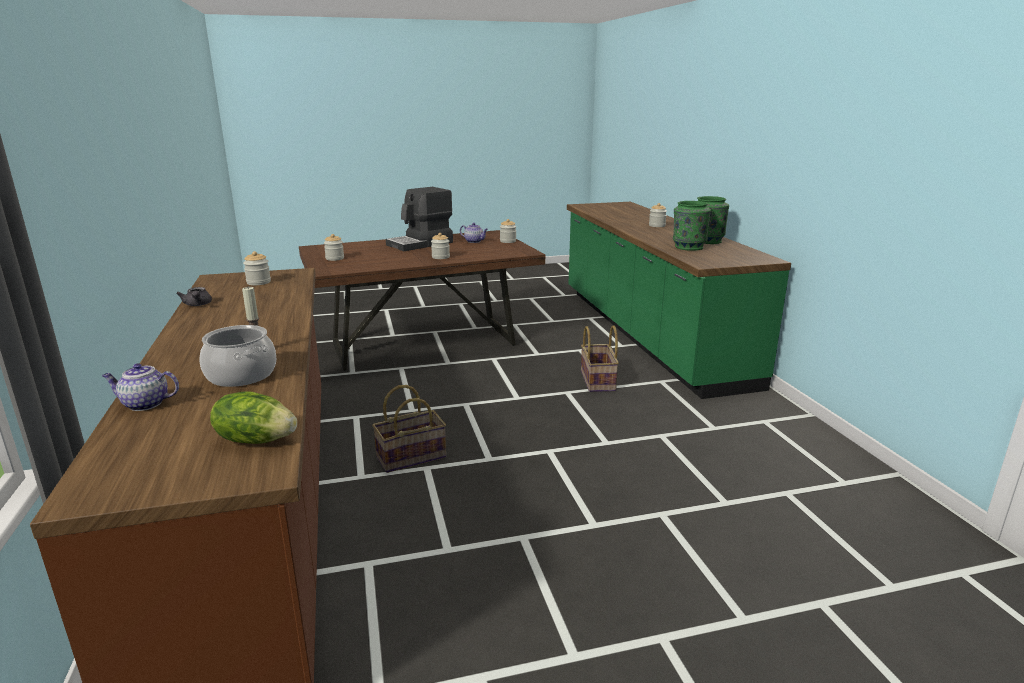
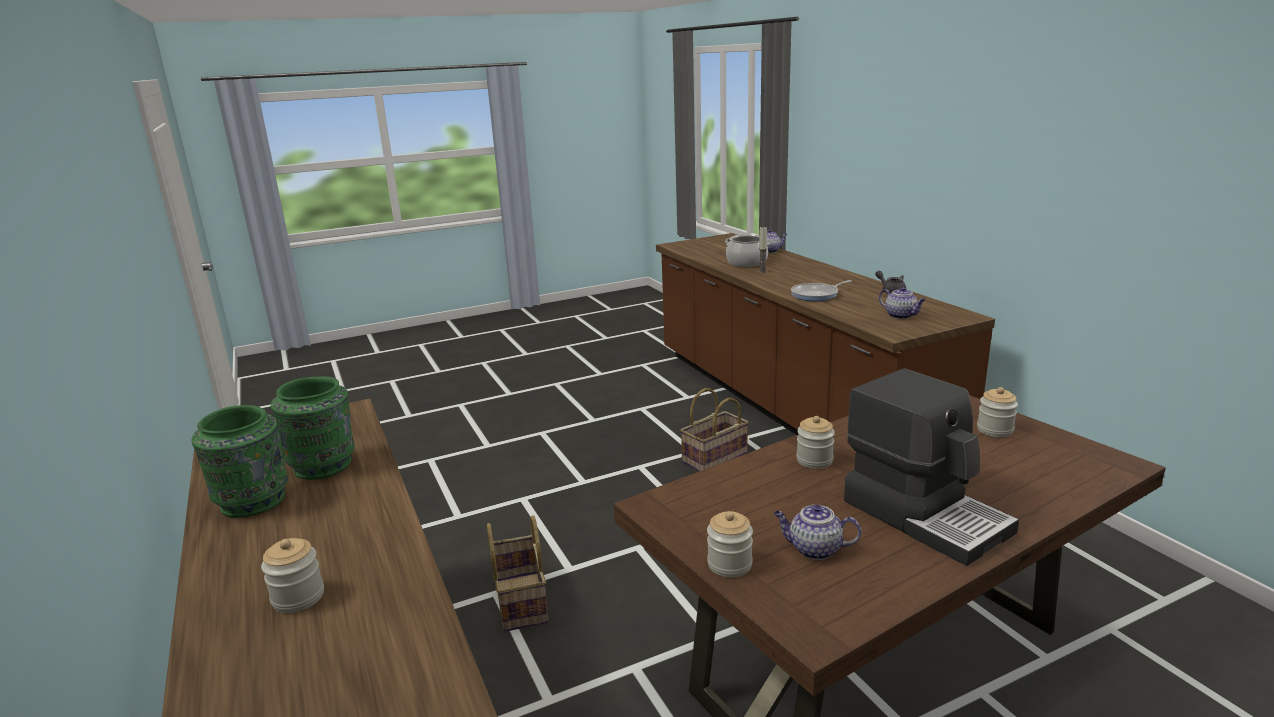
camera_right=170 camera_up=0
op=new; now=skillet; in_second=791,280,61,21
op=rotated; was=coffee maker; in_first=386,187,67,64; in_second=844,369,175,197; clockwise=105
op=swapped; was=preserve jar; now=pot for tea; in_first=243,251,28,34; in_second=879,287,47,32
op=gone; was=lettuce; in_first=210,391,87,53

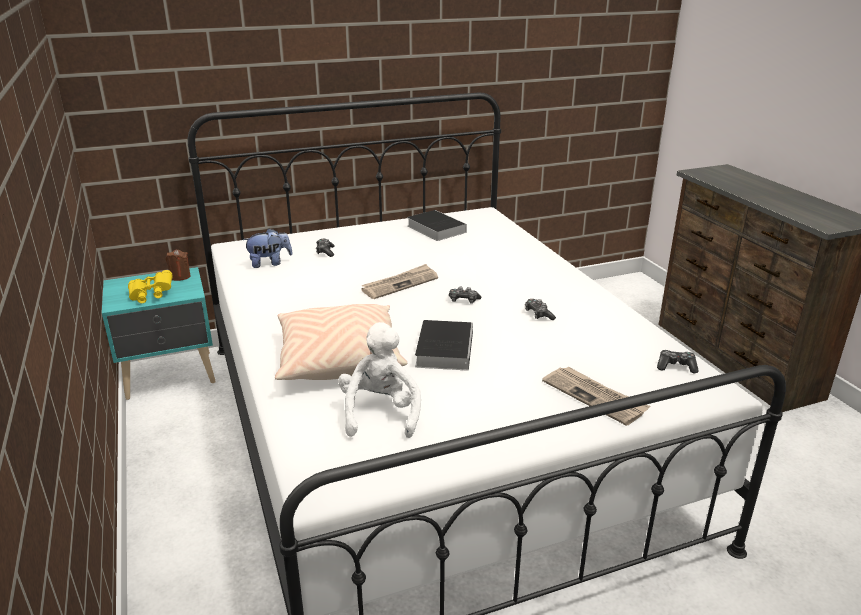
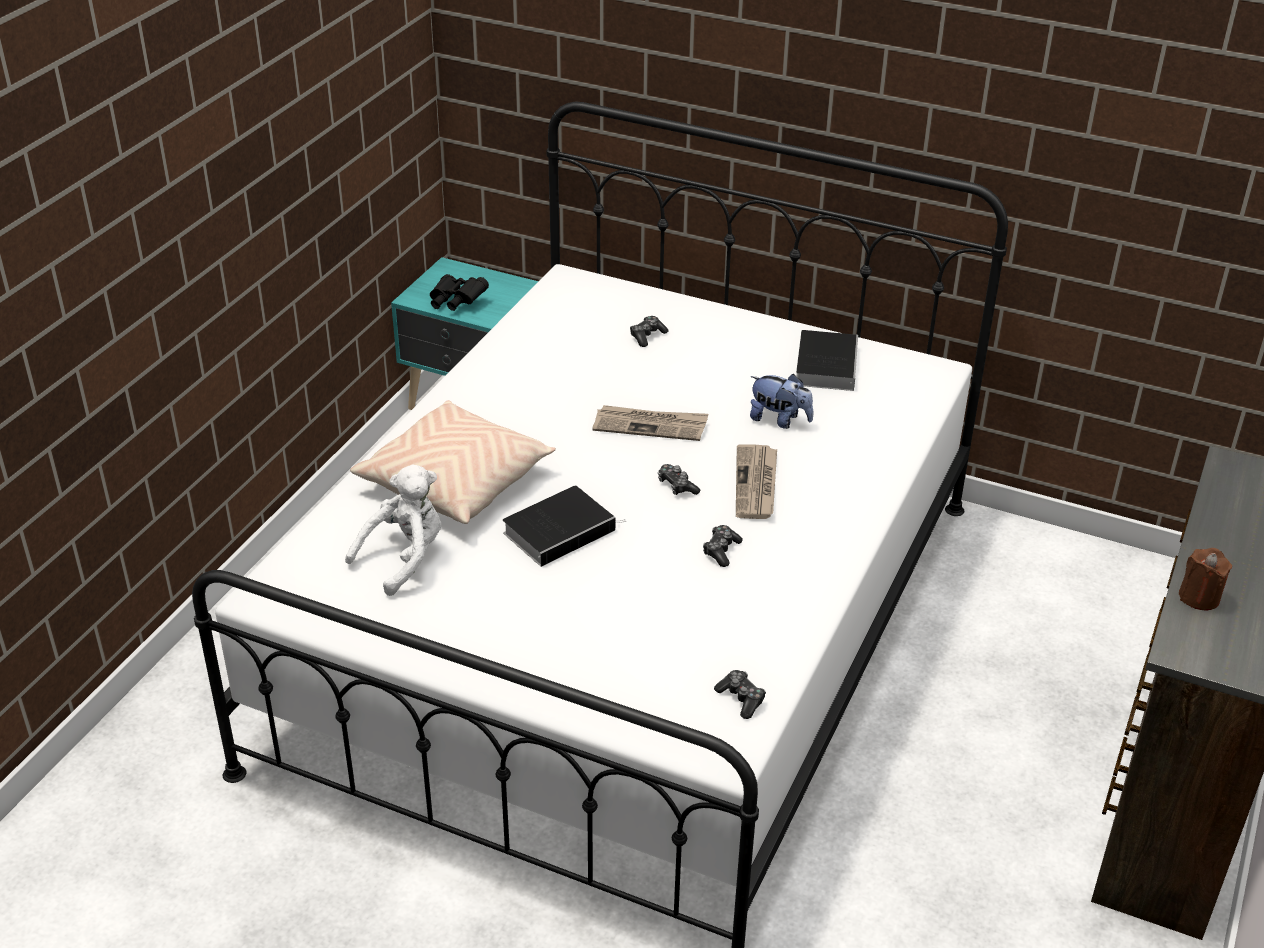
camera_right=45 camera_up=10
op=repainted; was=yellow-coloured binoculars; now=black binoculars; in_first=128,270,44,33; in_second=430,274,59,37
op=shifted; was=daily paper; in_first=542,367,108,59; in_second=736,444,41,75
op=shifted; was=plush toy; in_first=243,228,50,40; in_second=750,374,63,55
op=shifted; was=brown-coloured candle; in_first=166,249,25,32; in_second=1179,548,53,63

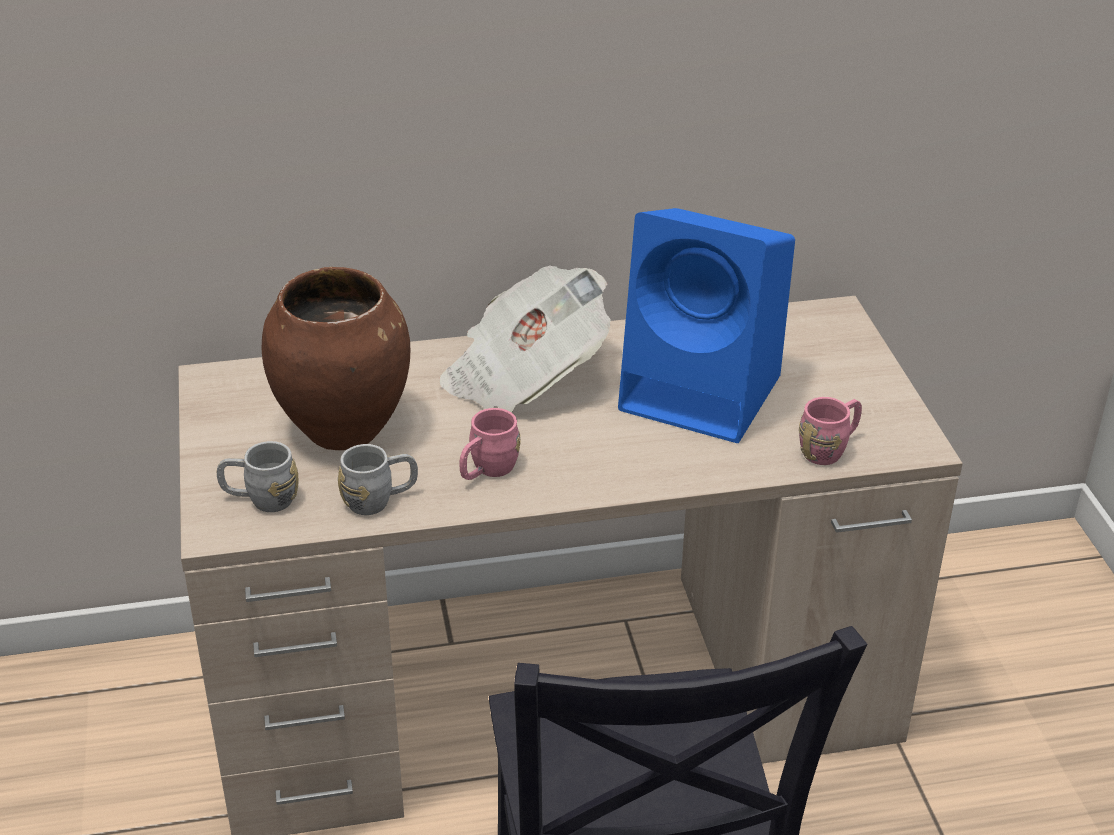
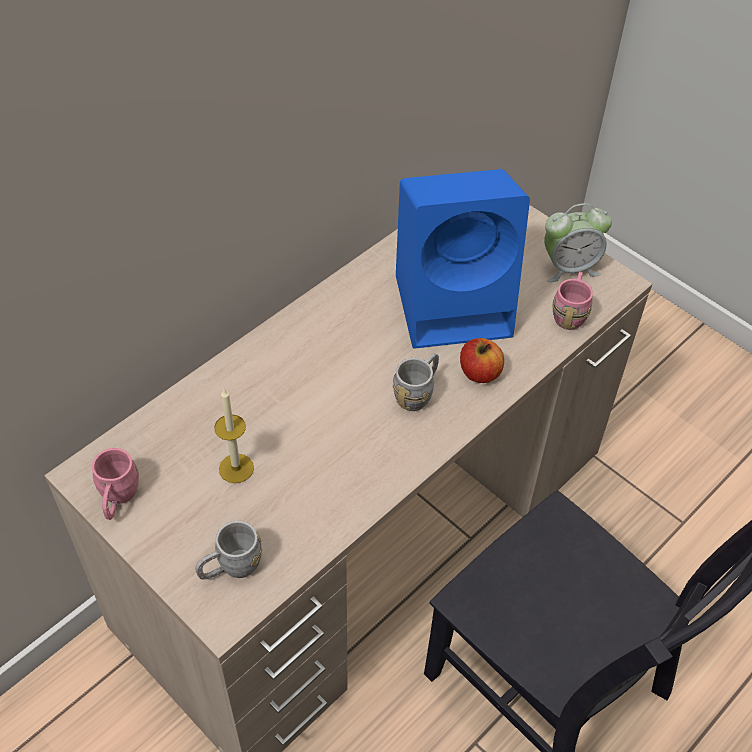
camera_right=-35 camera_up=15
op=shifted; was=pinkish mug; in_first=459,408,62,72; in_second=92,448,47,72
op=swapped; was=brown-coloured flower vase; now=candle; in_first=262,267,148,183; in_second=214,389,40,94
op=shifted; was=greyish mug; in_first=338,444,80,71; in_second=393,353,46,58
op=new; now=whole apple; in_second=460,338,44,45
op=new; now=bedside clock; in_second=544,203,68,79
op=gone; was=daily paper; in_first=440,265,171,147

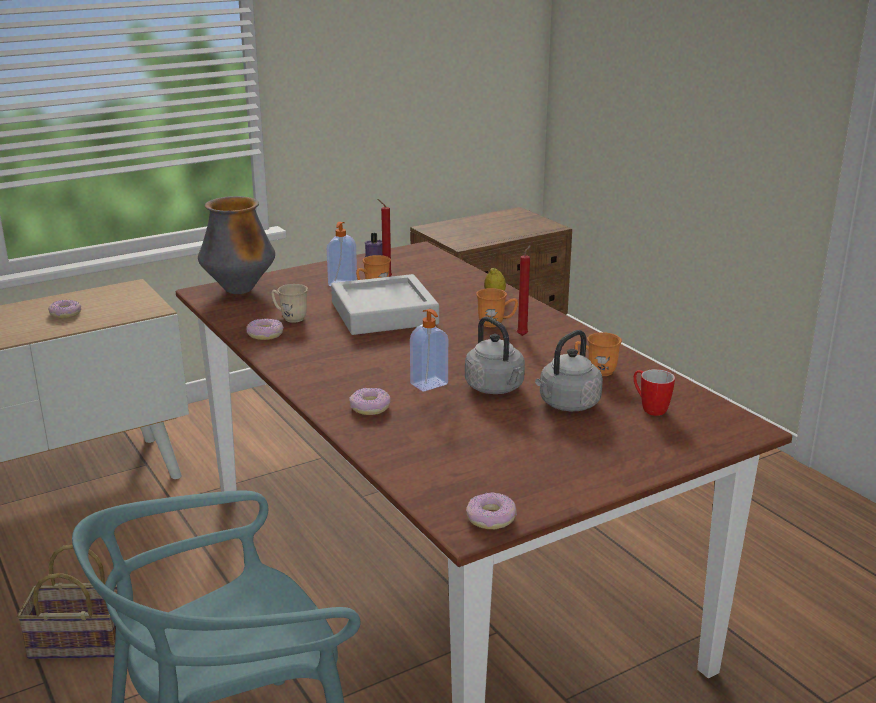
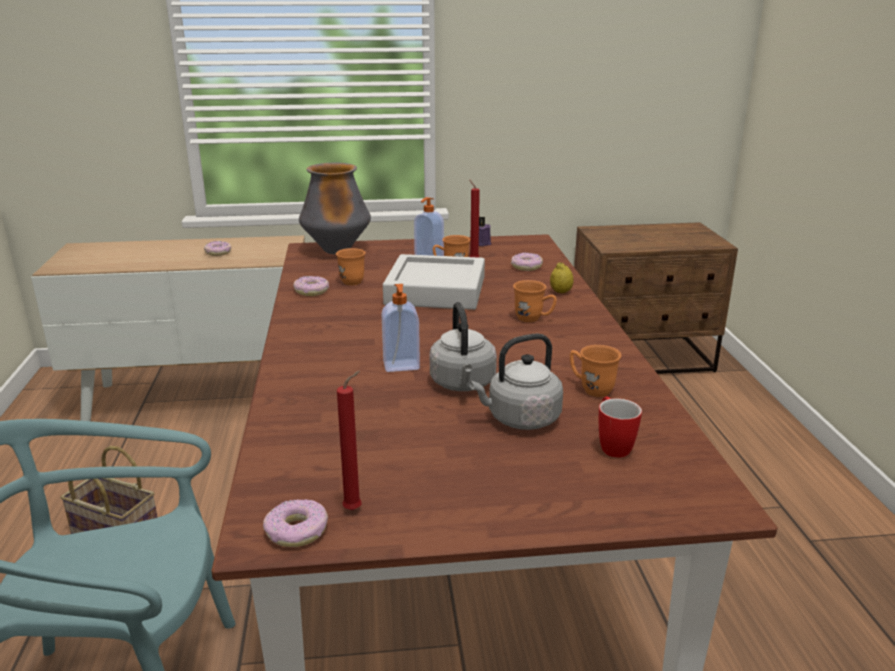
camera_right=25 camera_up=0
op=repainted; was=sand-coloured mug; now=orangey mug; in_first=271,284,37,39; in_second=336,248,30,37
op=shifted; was=reddish candle; in_first=517,245,14,91; in_second=337,371,25,139
op=shifted; was=doughnut; in_first=349,388,41,27; in_second=511,253,32,18

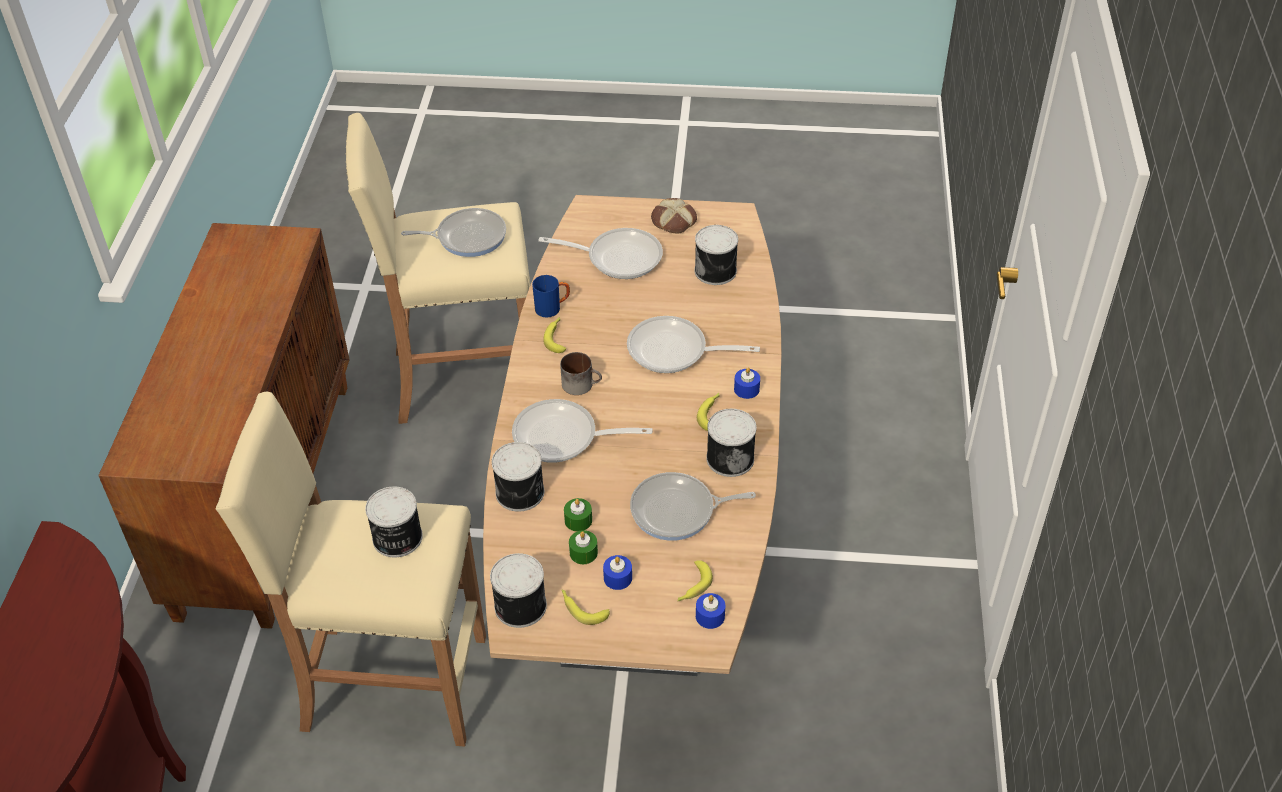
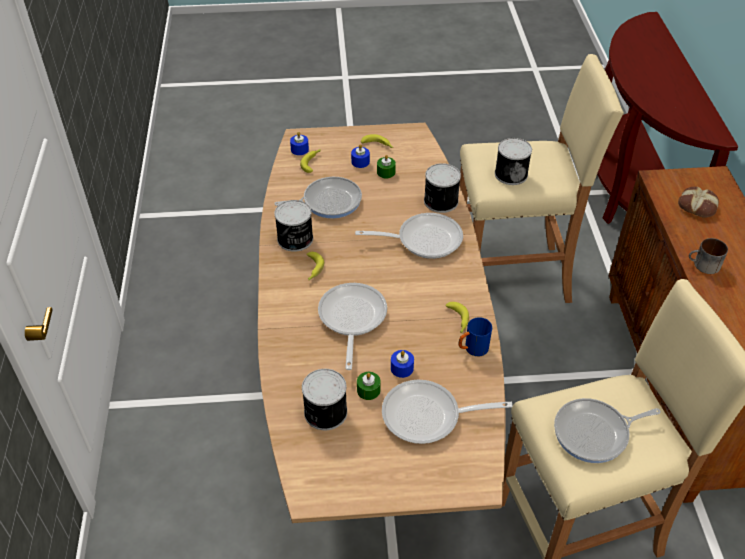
camera_right=170 camera_up=0
op=rotated; was=skillet; in_first=627,316,133,57; in_second=318,283,69,87; clockwise=-90
op=shifted; was=green-coloured candle; in_first=564,498,28,33; in_second=357,372,24,28
op=shifted; was=bluish candle; in_first=734,368,26,31; in_second=391,350,23,28
op=shifted; was=bread; in_first=651,198,46,35; in_second=678,187,41,31
op=shifted; was=mug; in_first=560,352,42,43; in_second=689,238,39,36
op=gone; was=sealed can; in_first=490,553,57,75

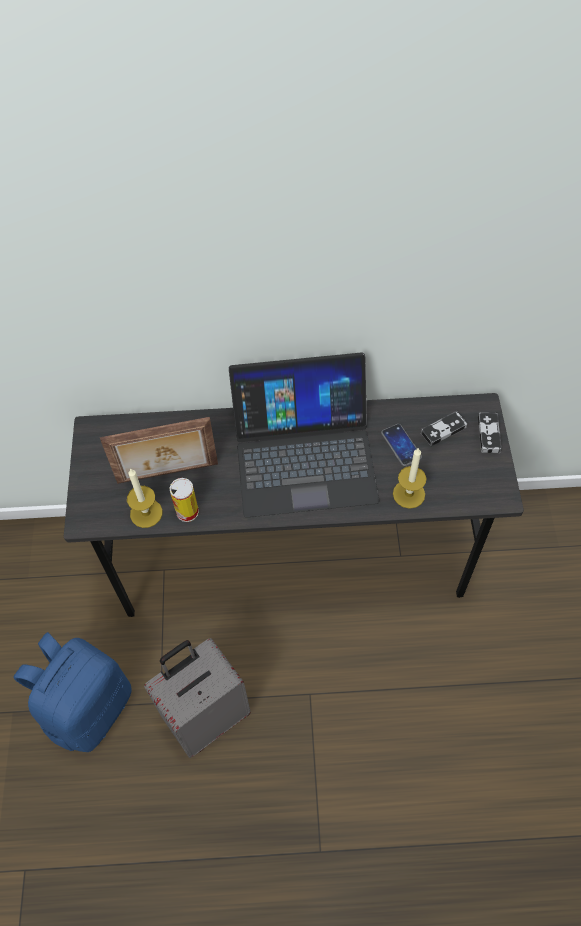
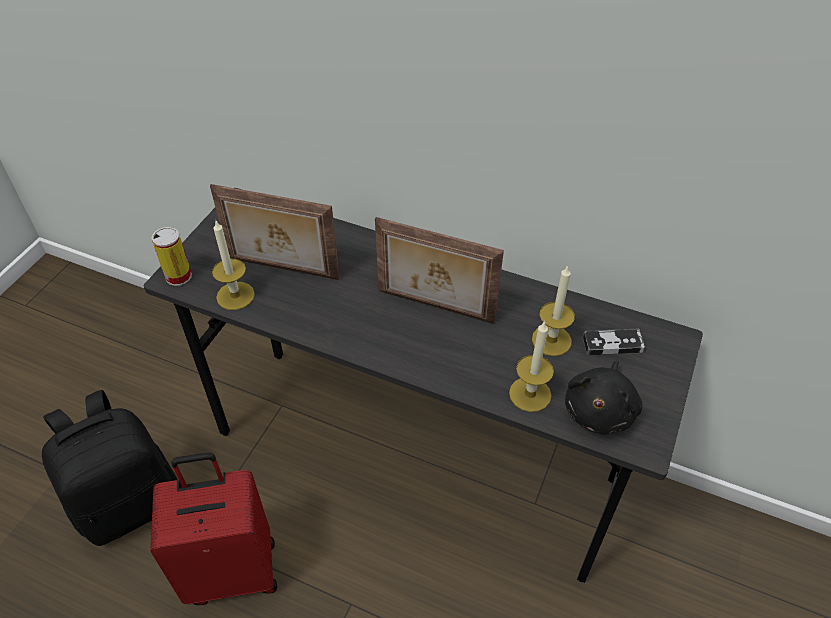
camera_right=25 camera_up=-10
op=repainted; was=bluish rucksack; now=black rucksack; in_first=13,632,118,120; in_second=42,390,136,156
op=repainted; was=greyish suitcase; now=reddish suitcase; in_first=144,638,107,120; in_second=150,453,127,152
op=shifted; was=sealed can; in_first=169,478,30,44; in_second=151,227,41,59
op=swapped; was=portable computer; now=picture frame; in_first=229,353,151,165; in_second=375,217,129,107
op=swapped; was=telephone; now=candle; in_first=381,424,41,42; in_second=532,265,43,91
op=new; now=black plush toy; in_second=565,361,78,73
op=gone; was=game controller; in_first=478,413,24,40

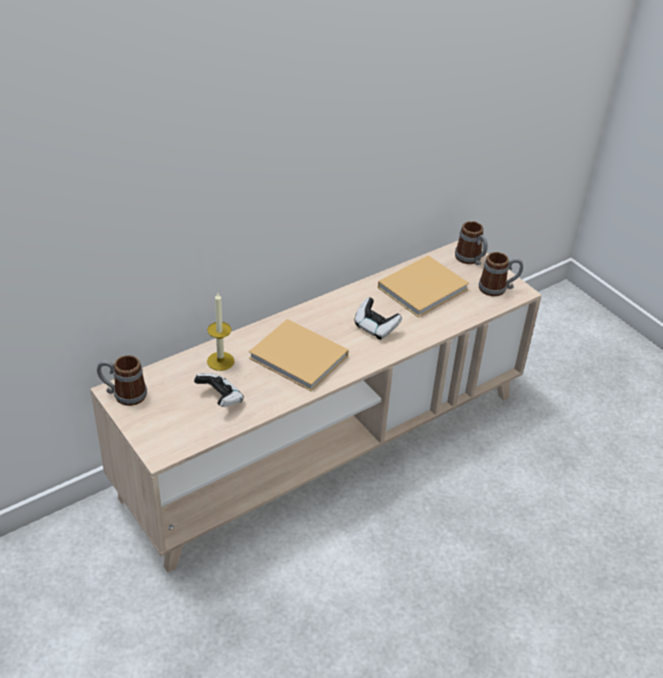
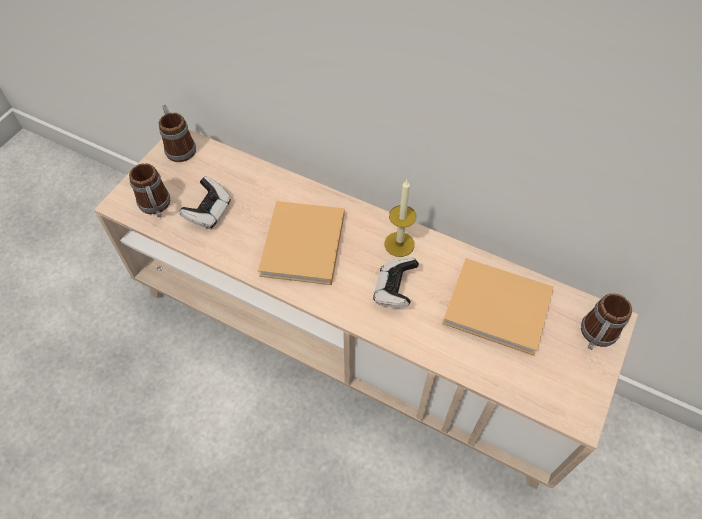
camera_right=65 camera_up=15
op=shifted; was=mug; in_first=479,252,44,44; in_second=129,163,41,54
op=shifted; was=candle; in_first=207,293,28,78; in_second=384,180,32,77

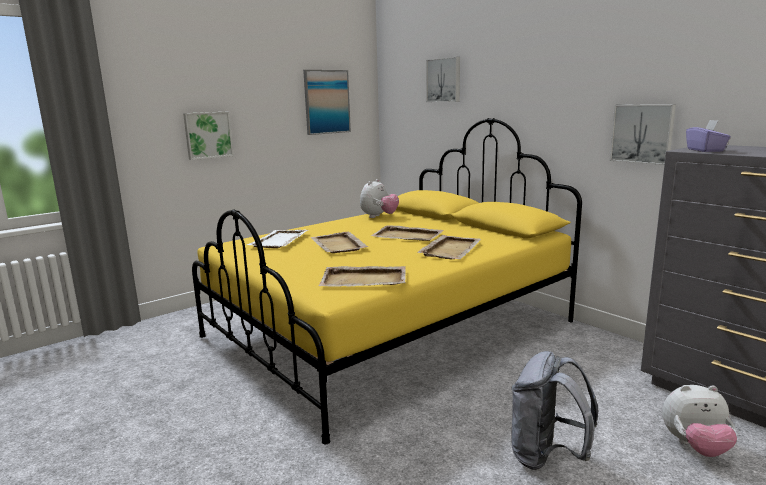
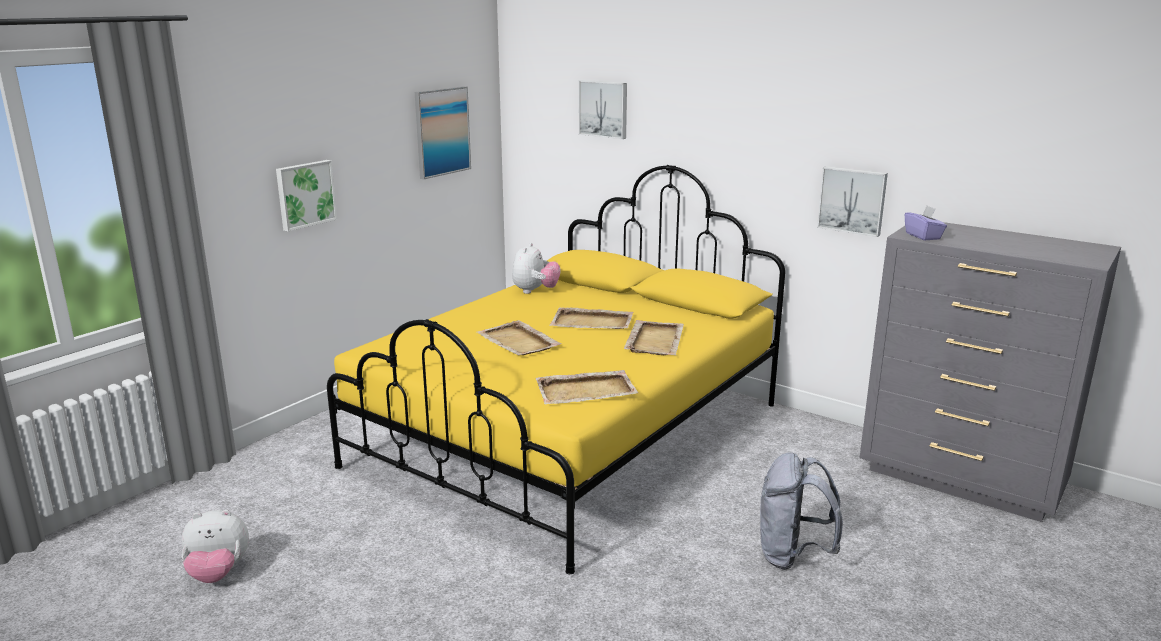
camera_right=-15 camera_up=5
op=shifted; was=plush toy; in_first=662,385,75,72; in_second=182,510,67,73
op=gone; was=white-coloured serving tray; in_first=247,230,61,18

